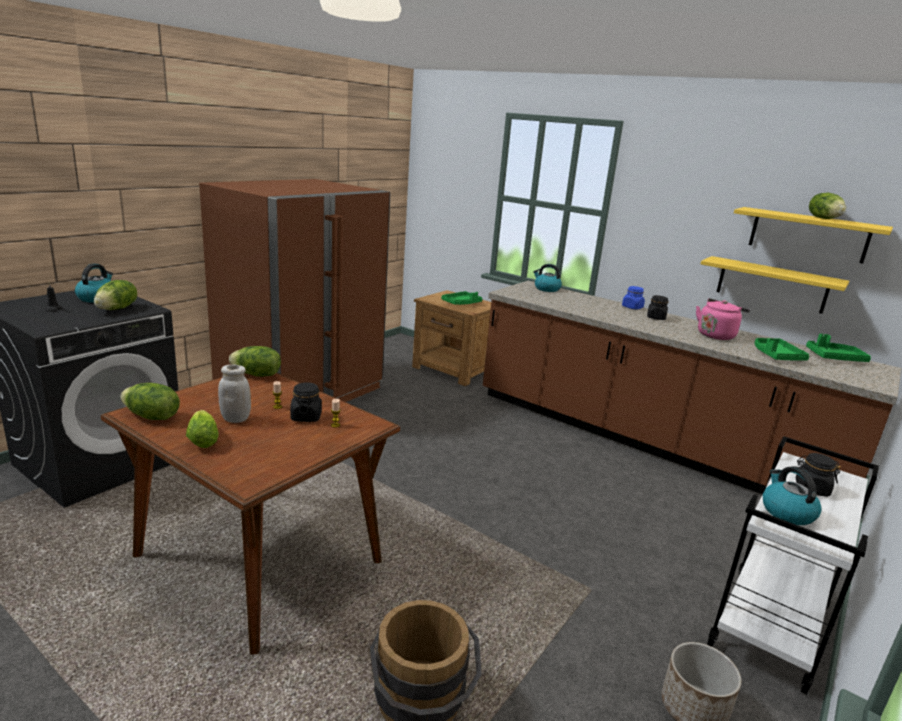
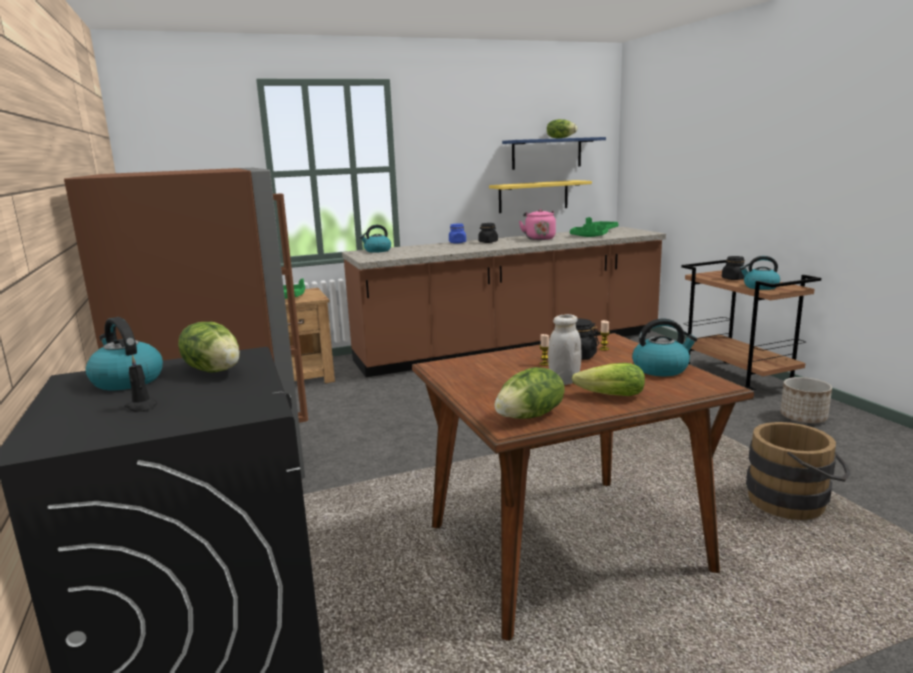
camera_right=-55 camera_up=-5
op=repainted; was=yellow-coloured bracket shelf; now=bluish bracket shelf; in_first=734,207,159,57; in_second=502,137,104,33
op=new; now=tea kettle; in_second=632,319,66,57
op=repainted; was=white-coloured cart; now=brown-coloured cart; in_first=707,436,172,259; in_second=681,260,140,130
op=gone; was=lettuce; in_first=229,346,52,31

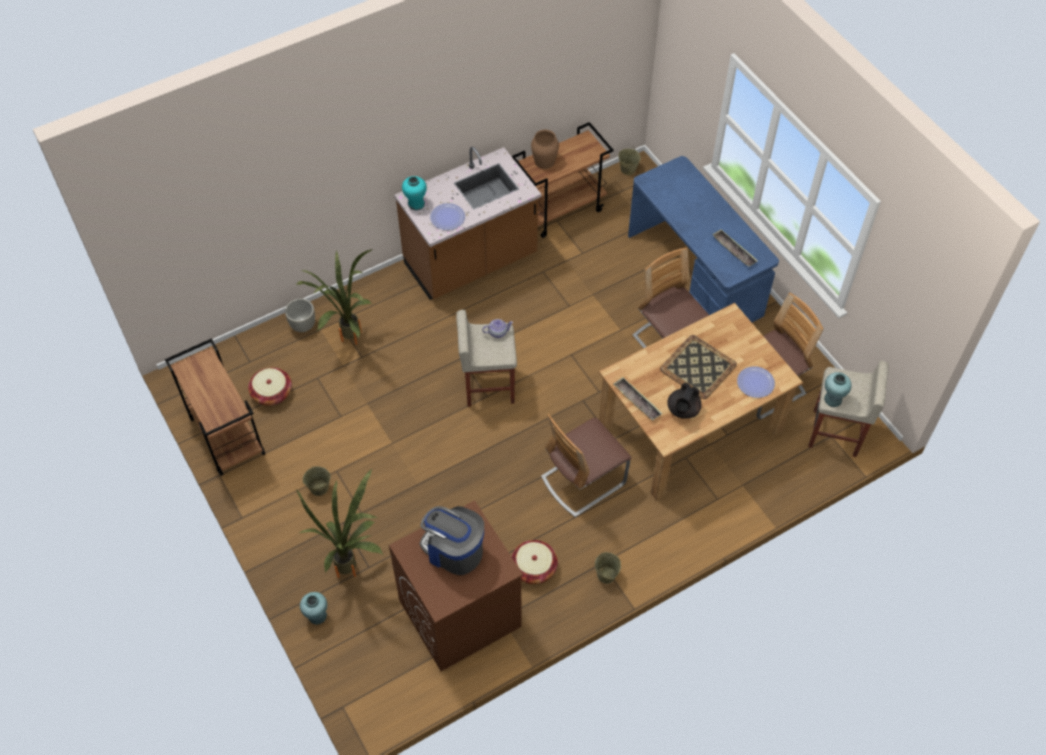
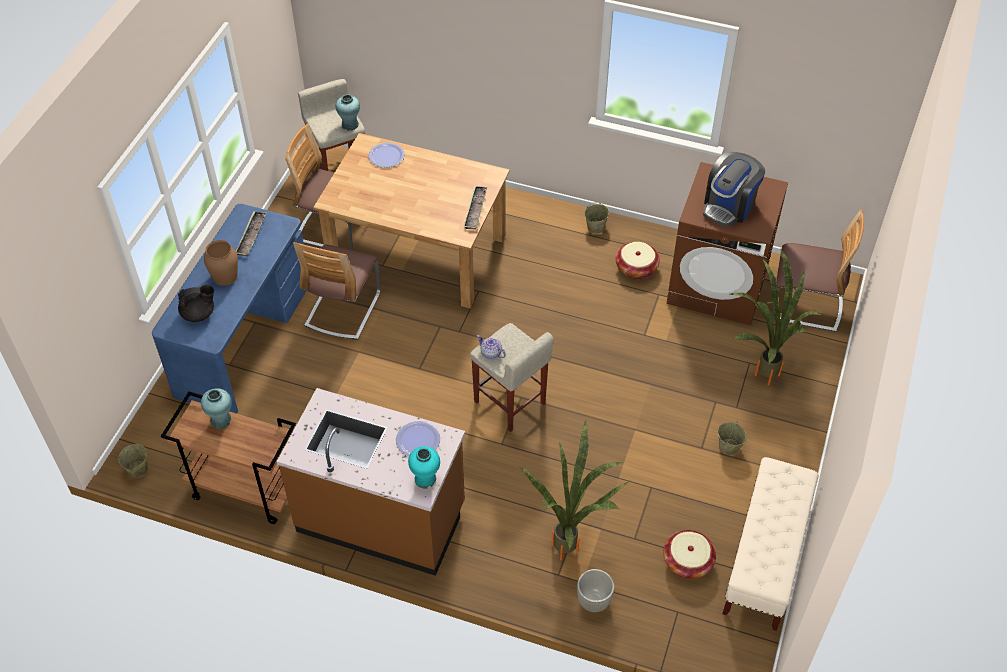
camera_right=-130 camera_up=-5
op=shifted; was=black pot for tea; in_first=667,383,35,36; in_second=178,285,36,37
op=shifted; was=turquoise flower vase; in_first=300,592,27,33; in_second=201,388,31,41
op=shifted; was=brown-coloured flower vase; in_first=531,130,28,39; in_second=204,240,34,46
op=rotated; was=coffee maker; in_first=419,506,65,69; in_second=703,152,62,75; clockwise=45
op=swapped; was=brown-coloured cart; now=sand-coloured indoor bench; in_first=165,338,100,138; in_second=722,457,97,174
op=shifted; was=plain chair; in_first=541,414,90,103; in_second=772,209,92,123
op=gone; was=serving tray; in_first=660,335,77,64

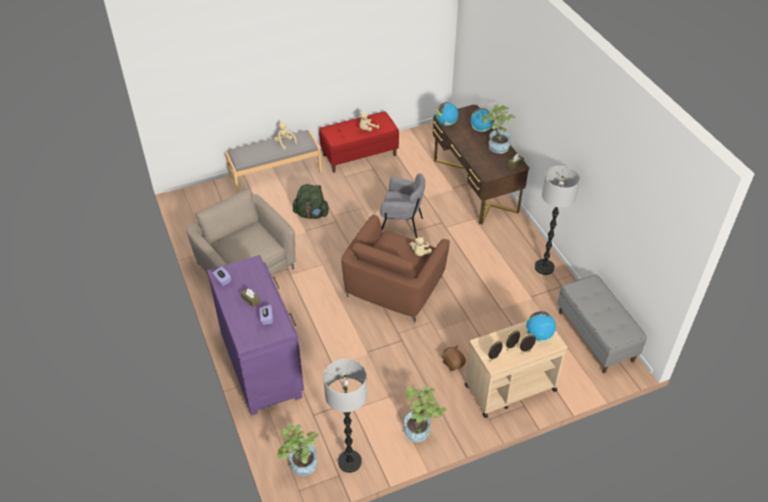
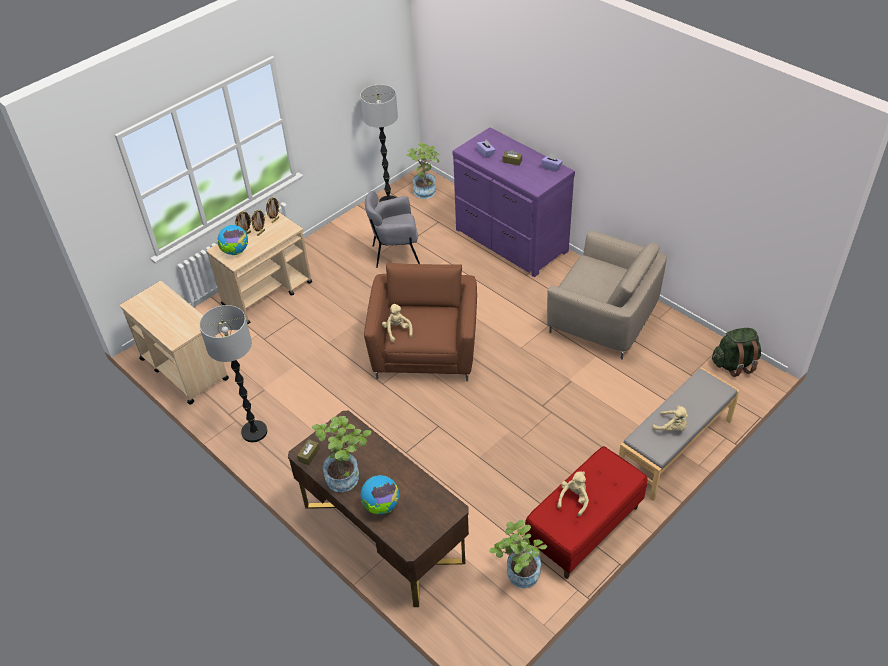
camera_right=160 camera_up=0
op=swapped; was=greyish indoor bench; now=sand-coloured cart; in_first=557,274,90,99; in_second=120,281,109,124
op=shifted; was=greyish armchair; in_first=380,173,45,65; in_second=365,191,55,77
op=shifted; was=houseplant; in_first=404,386,43,56; in_second=489,520,58,68
op=shifted; was=green-coloured rucksack; in_first=293,184,36,35; in_second=712,328,49,49
op=gone; was=desk globe; in_first=436,102,22,24
op=gone; was=brown-coloured plush toy; in_first=442,345,24,26

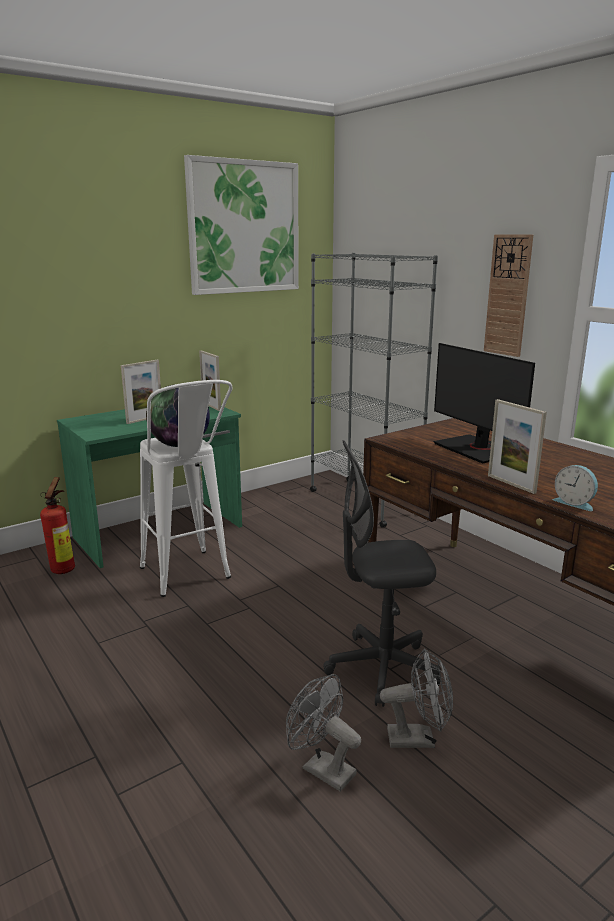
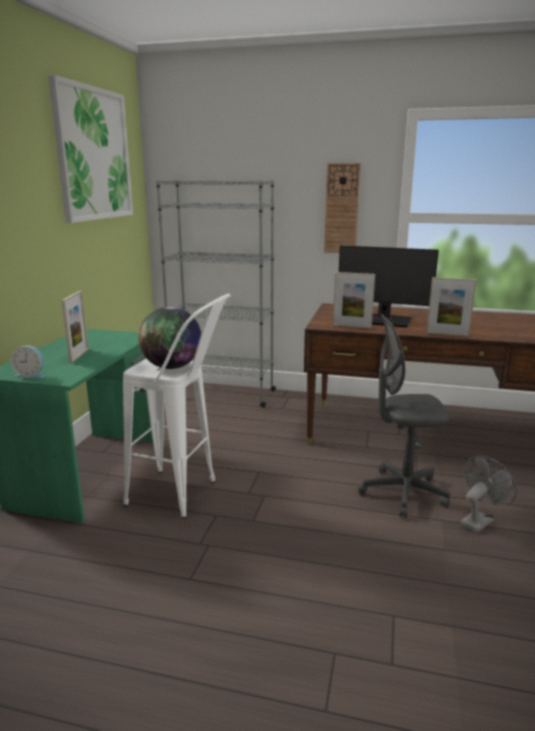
camera_right=-40 camera_up=0
op=shifted; was=bedside clock; in_first=553,465,45,46; in_second=11,345,34,33
op=shifted; was=picture frame; in_first=199,351,22,60; in_second=333,272,42,56
op=rotated; was=greyish desk chair; in_first=323,440,118,267; in_second=358,314,93,204; clockwise=45
op=gone; was=fire extinguisher; in_first=40,477,35,97
op=gone; was=greyish electric fan; in_first=286,674,75,118

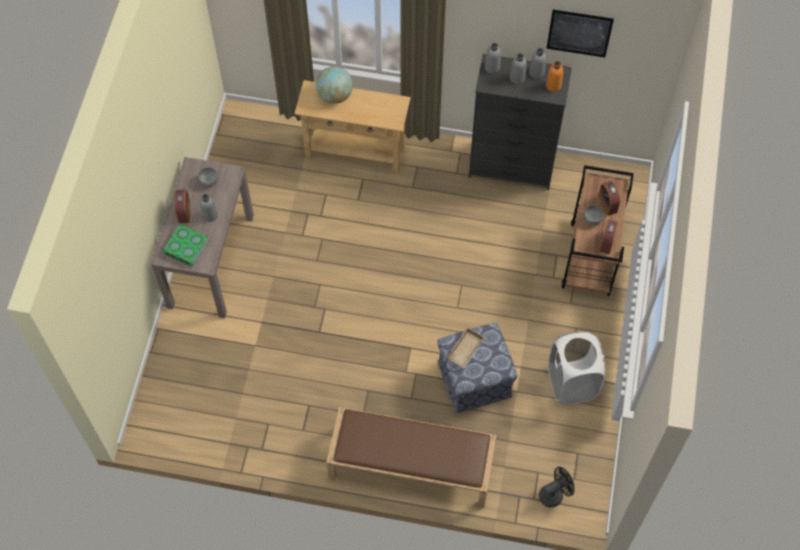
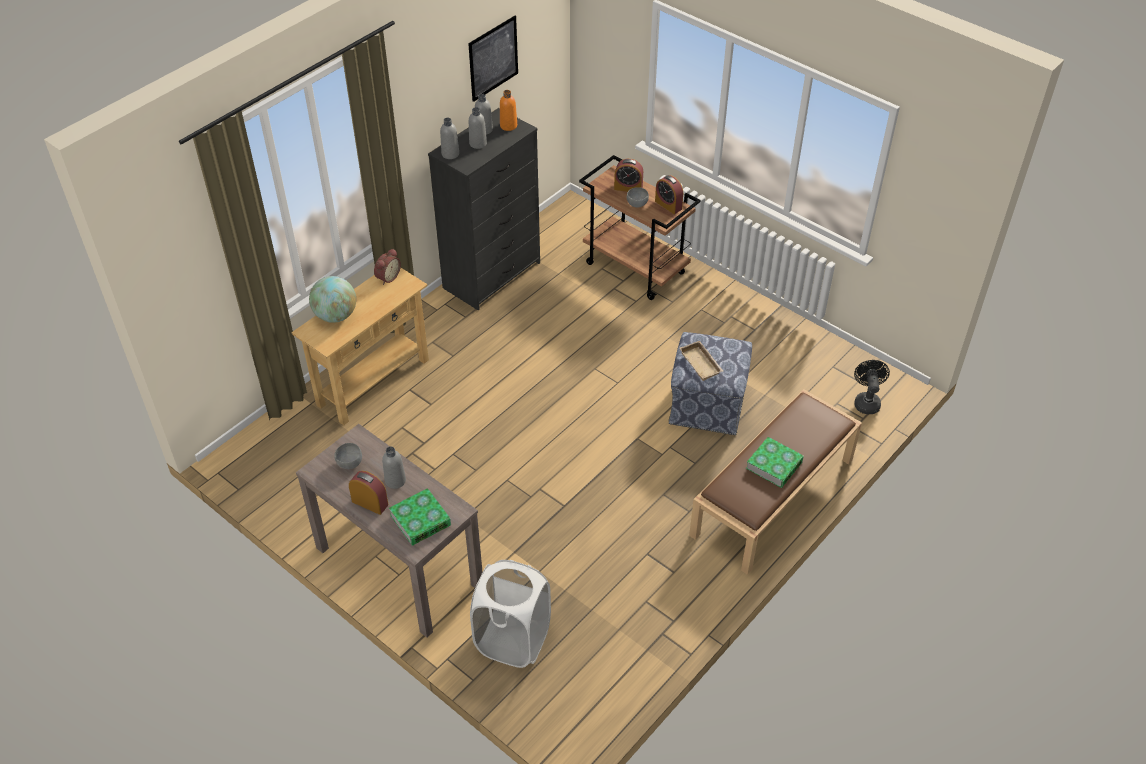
camera_right=-60 camera_up=-15
op=new; now=bedside clock; in_second=374,249,27,36
op=shifted; was=white-coloured washing basket; in_first=548,331,57,74; in_second=470,560,81,108
op=new; now=bound book; in_second=746,437,58,51

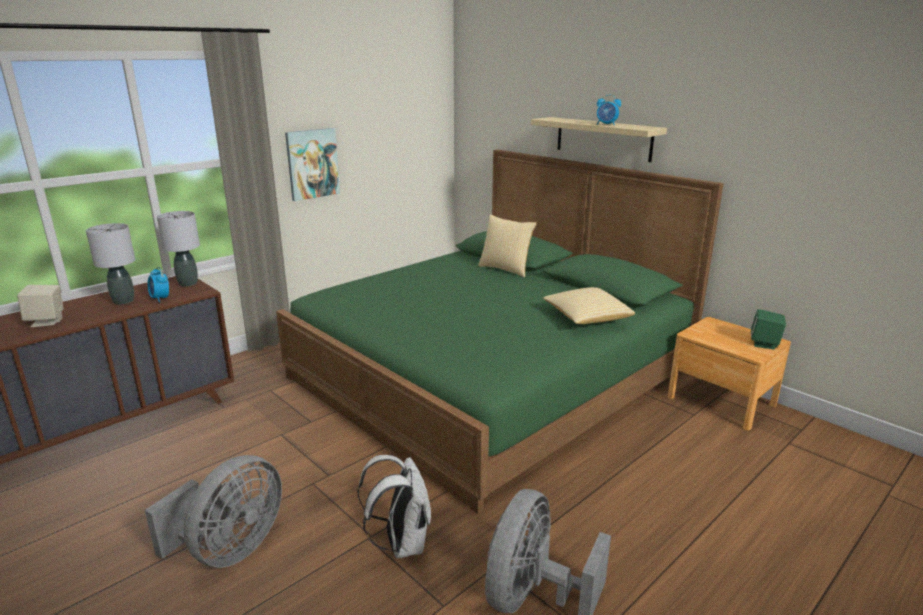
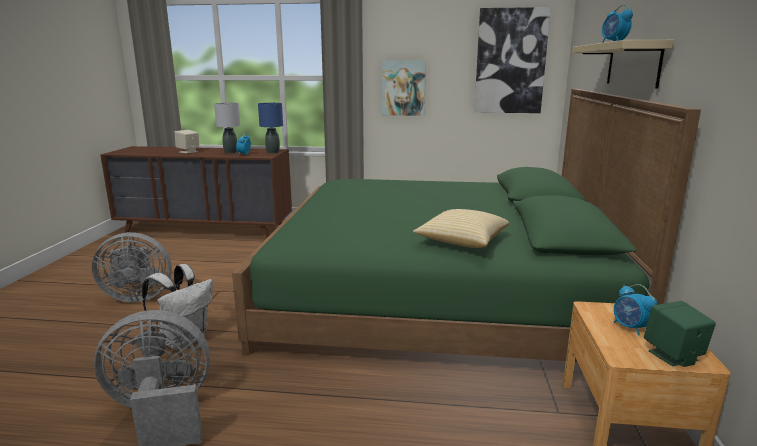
camera_right=50 camera_up=-5
op=repainted; was=greyish lamp for a table; now=bluish lamp for a table; in_first=157,211,43,75; in_second=258,103,25,50
op=new; now=wall picture; in_second=474,7,77,106
op=new; now=bedside clock; in_second=614,284,43,51
op=gone; was=pillow; in_first=478,214,59,63

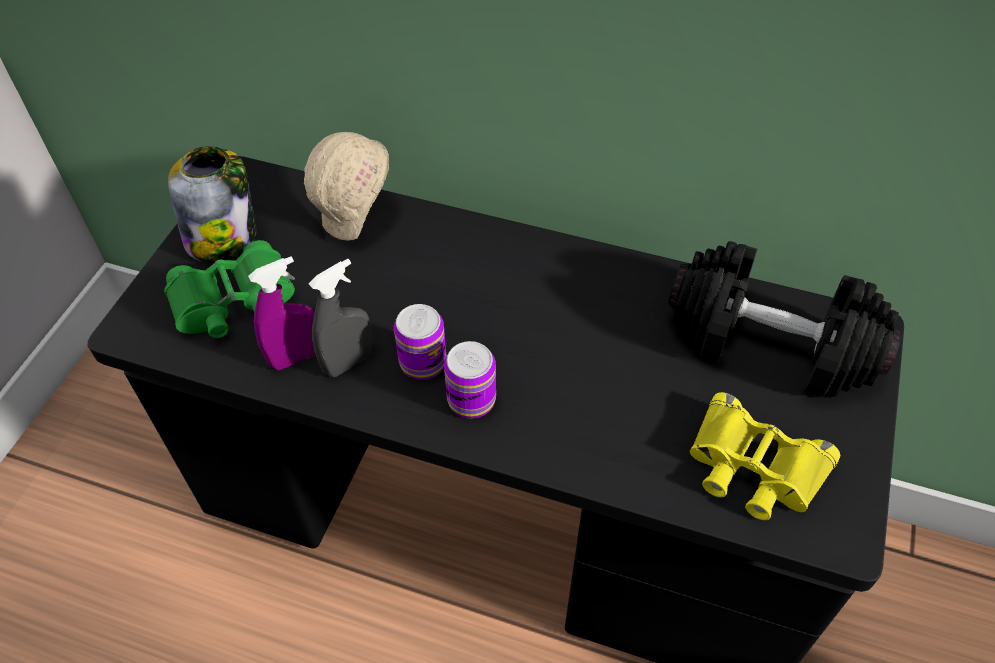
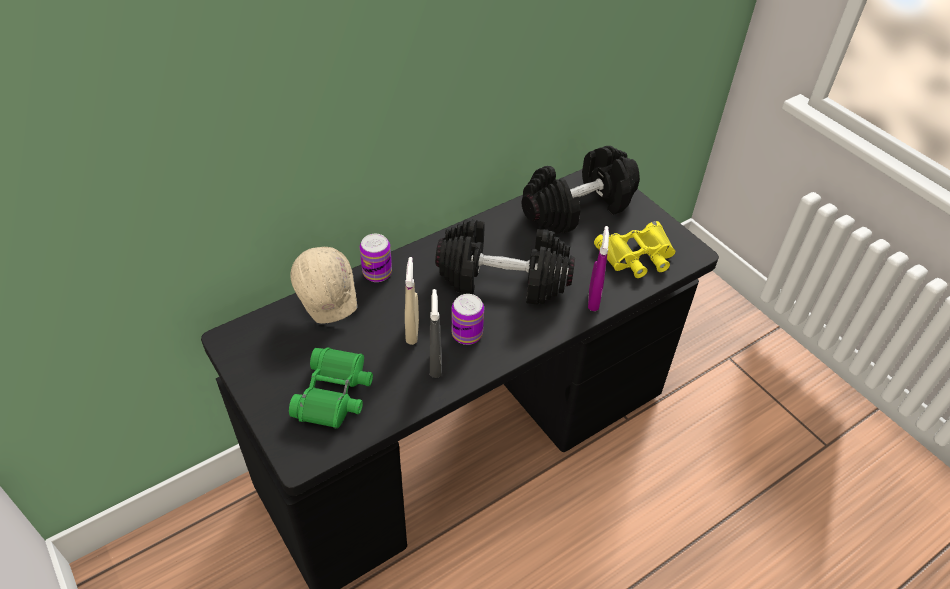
camera_right=-55 camera_up=-5
op=shifted; was=sealed can; in_first=444,341,52,77; in_second=360,234,32,48
op=new; now=sand-coloured sprayer; in_second=405,257,14,88
op=new; now=black hand weight; in_second=435,220,140,85
op=shifted; was=purple sprayer; in_first=248,256,68,114; in_second=588,226,21,85
op=gone; was=preserve jar; in_first=168,146,89,117

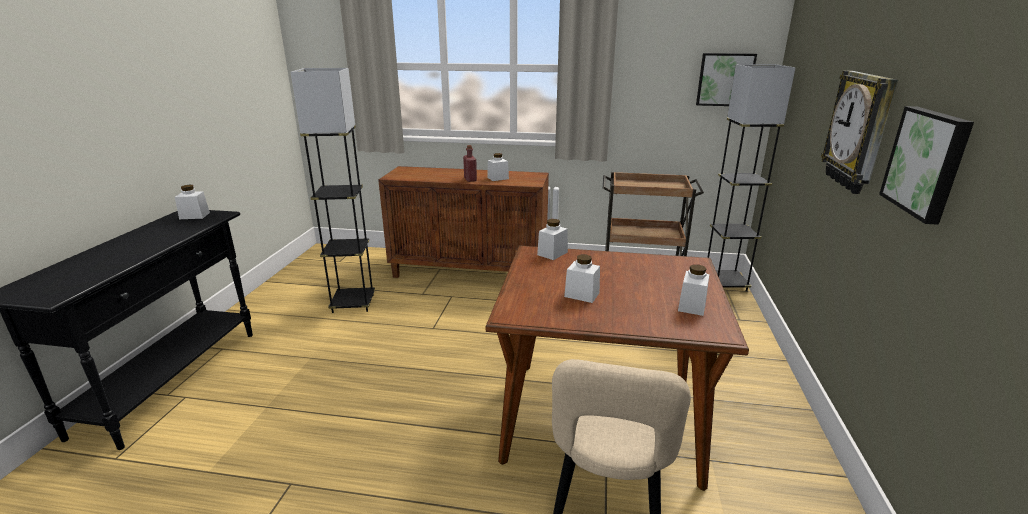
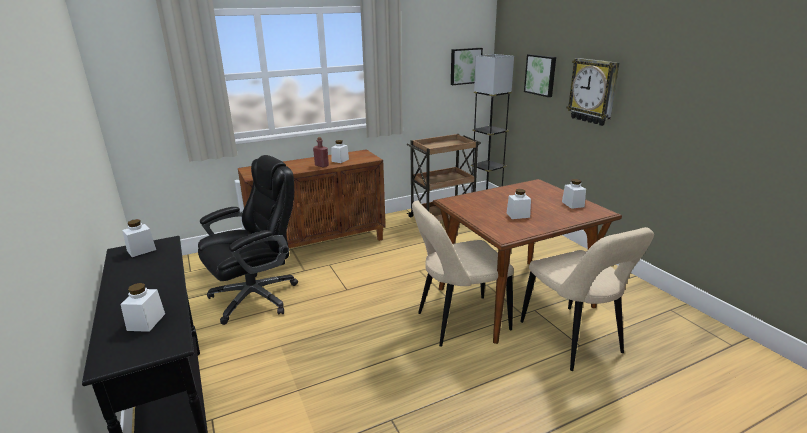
camera_right=-35 camera_up=0
op=shifted; was=white-coloured preserve jar; in_first=537,219,31,41; in_second=120,283,45,49
op=swapped; was=greyish floor lamp; now=black desk chair; in_first=291,68,84,245; in_second=198,155,100,170
op=new; now=sand-coloured plain chair; in_second=412,200,102,147
op=shifted; was=wall picture; in_first=879,106,95,119; in_second=524,54,32,43

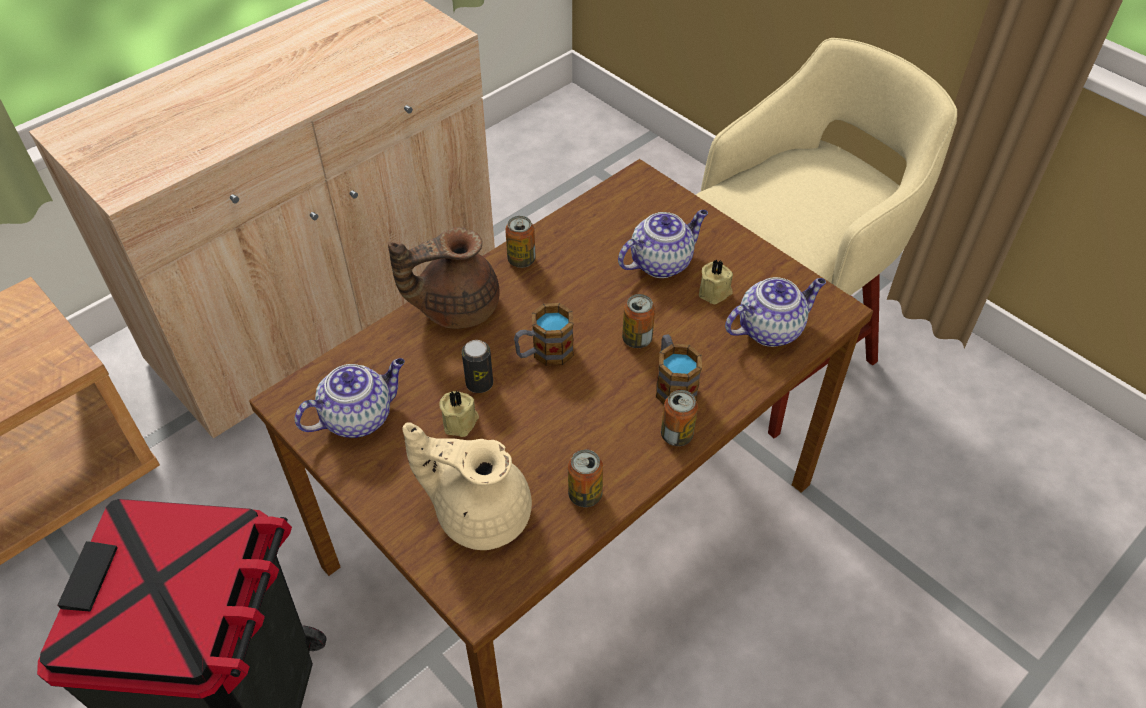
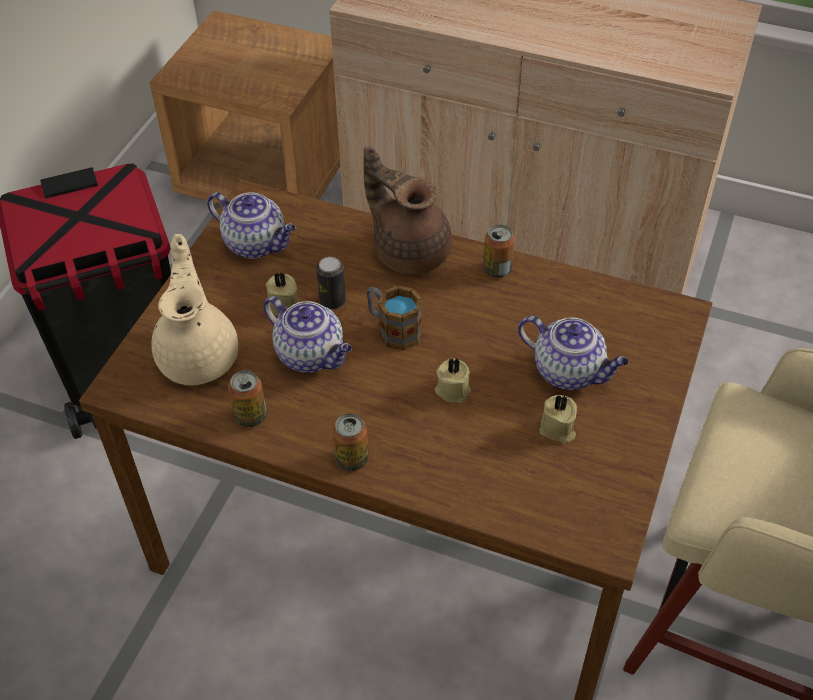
camera_right=65 camera_up=0
op=shifted; was=pot for tea; in_first=725,277,101,70; in_second=263,296,89,77
op=swapped; was=sealed can; now=sand-coloured candle; in_first=622,294,33,54; in_second=435,358,36,45
op=gone; was=mug; in_first=656,334,46,70

